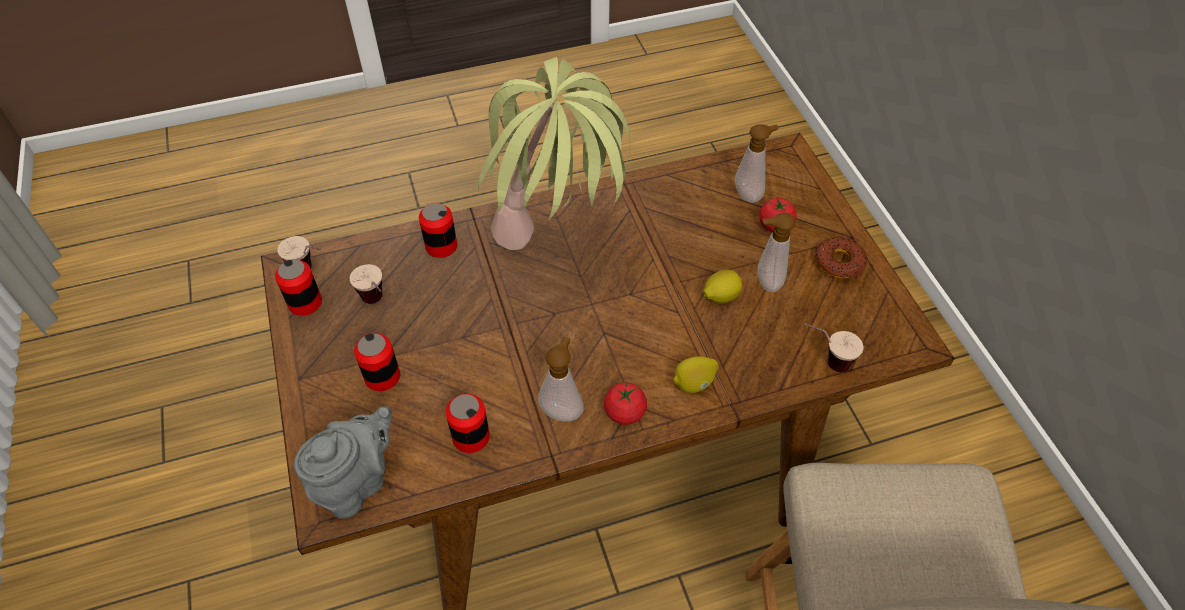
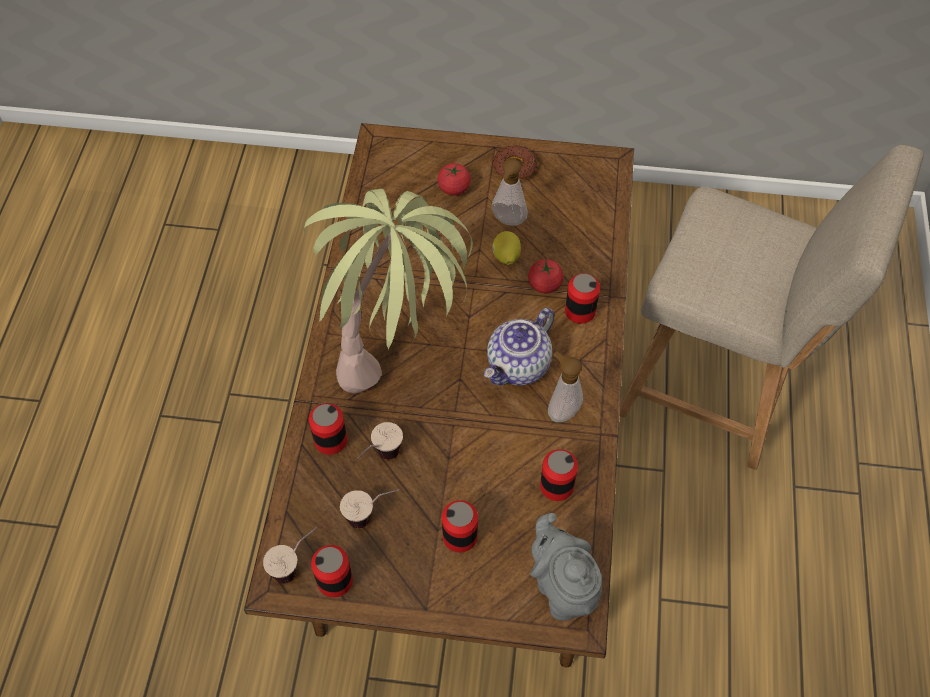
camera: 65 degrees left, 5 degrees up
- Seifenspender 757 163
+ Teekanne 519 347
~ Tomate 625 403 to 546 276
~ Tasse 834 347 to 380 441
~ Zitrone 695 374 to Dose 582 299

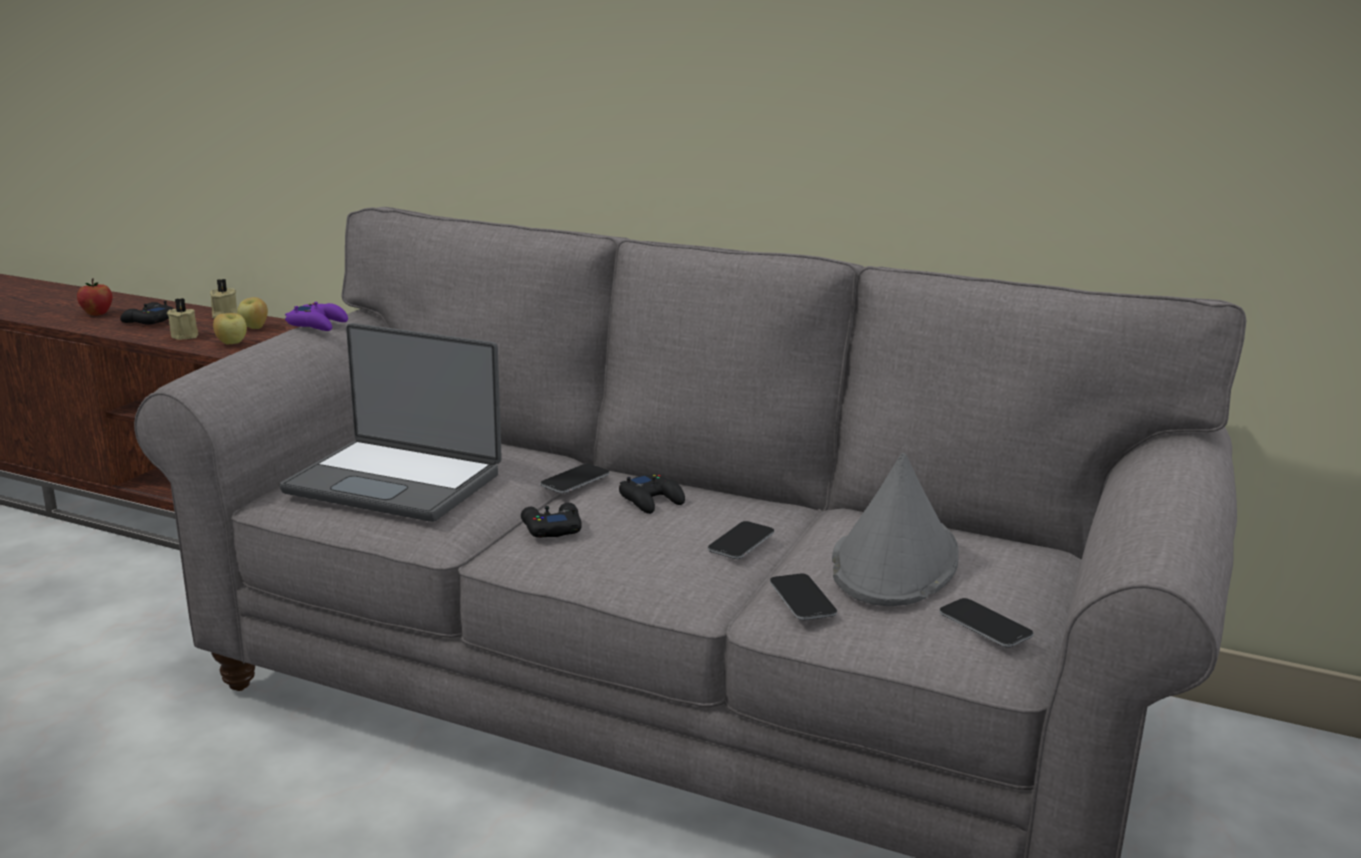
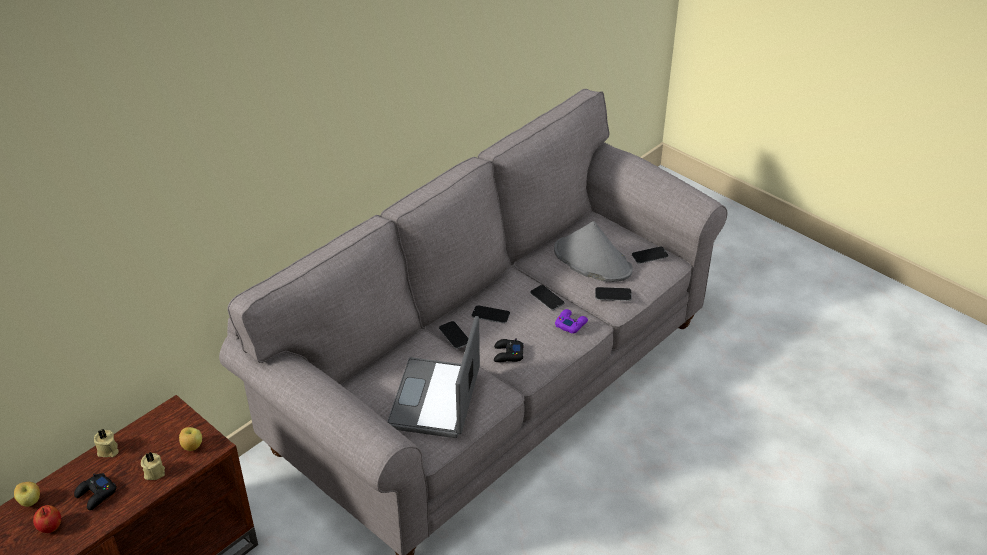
camera: 70 degrees left, 20 degrees up
~ Apfel 252 313 to 27 494
~ Gamepad/lila 316 316 to 571 321
~ Gamepad/schwarz 652 494 to Handy 491 314
~ Laptop 391 422 = 433 377 150 degrees clockwise

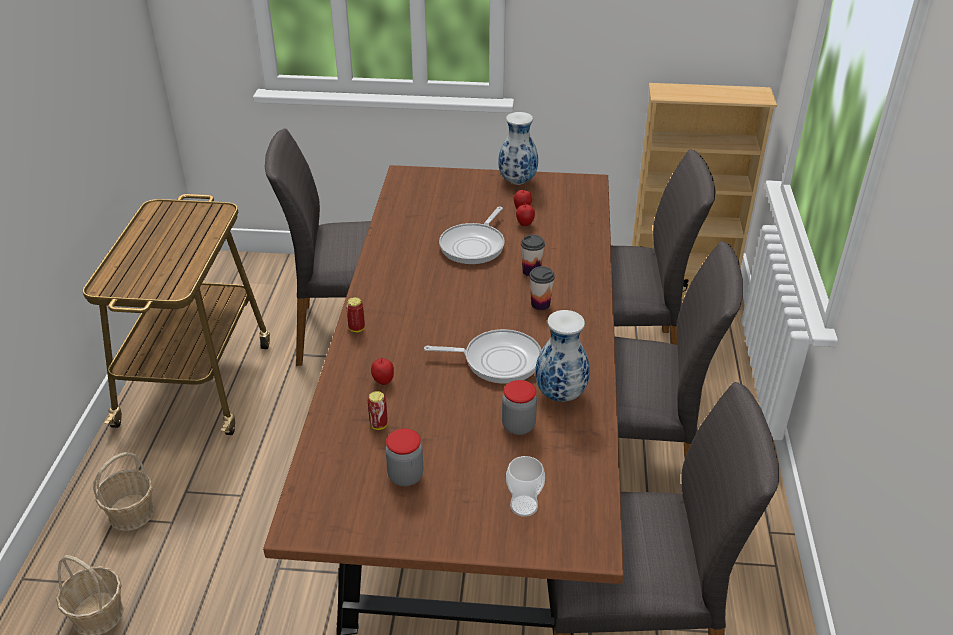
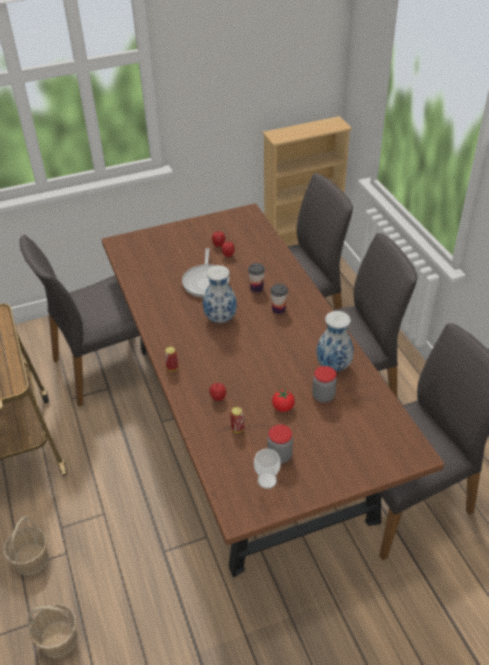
camera: 25 degrees left, 5 degrees up
- Pfanne 482 356
+ Tomate 283 400
~ Vase 518 148 to 220 294
~ Tasse 525 486 to 267 469

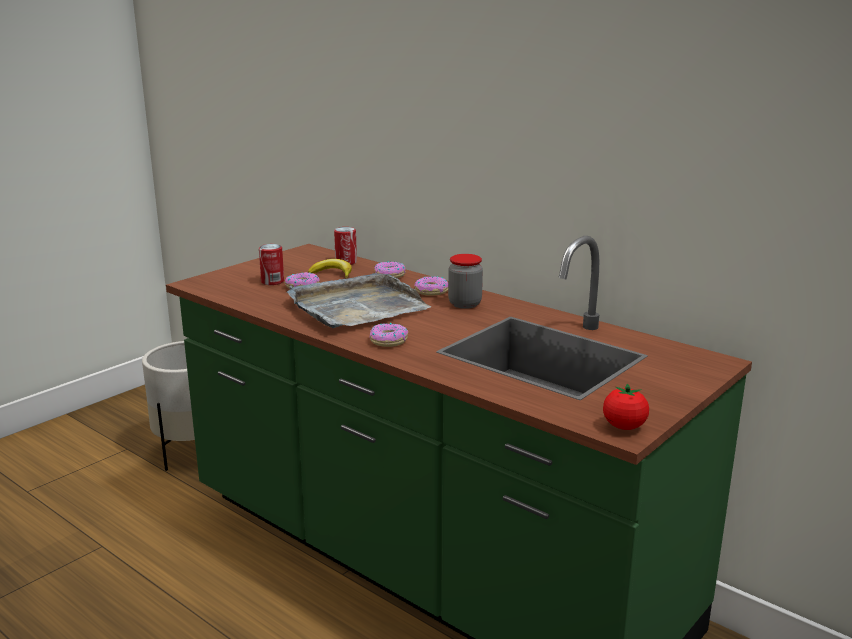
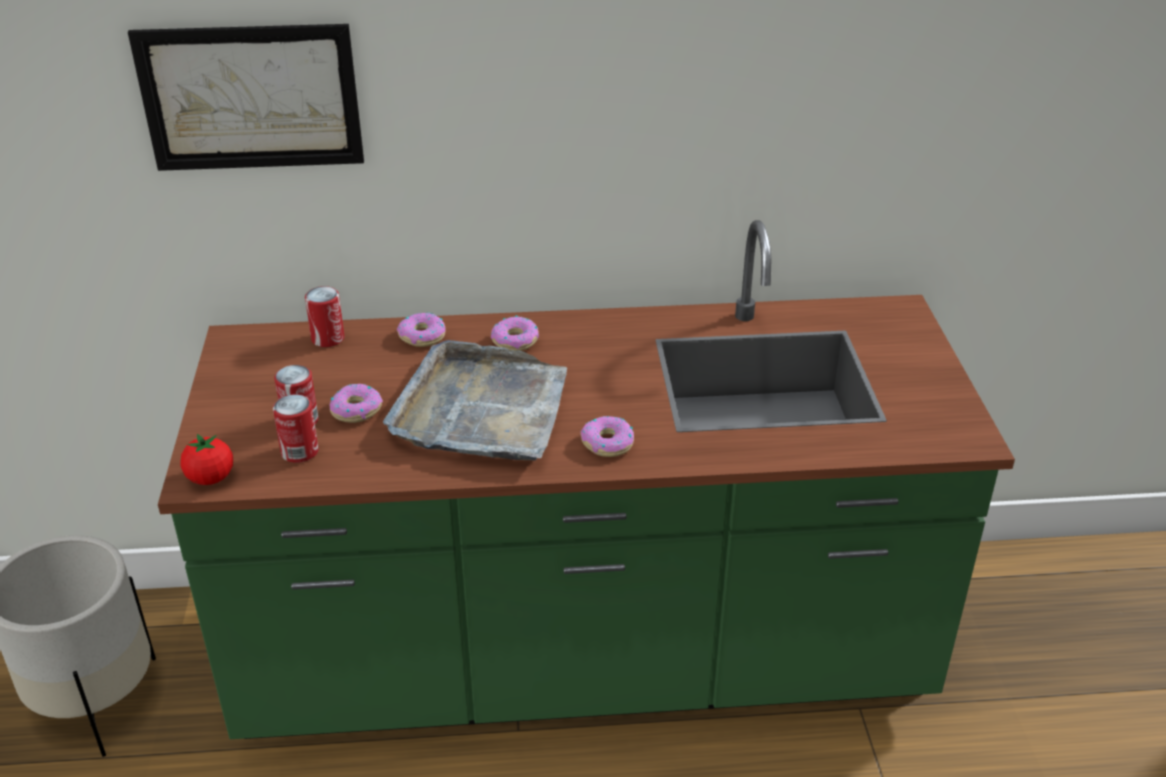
camera: 45 degrees left, 15 degrees up
- Banane 330 269
- Vorratsglas 465 281
+ Bild 246 97
+ Dose 296 428
~ Tomate 626 406 to 206 459

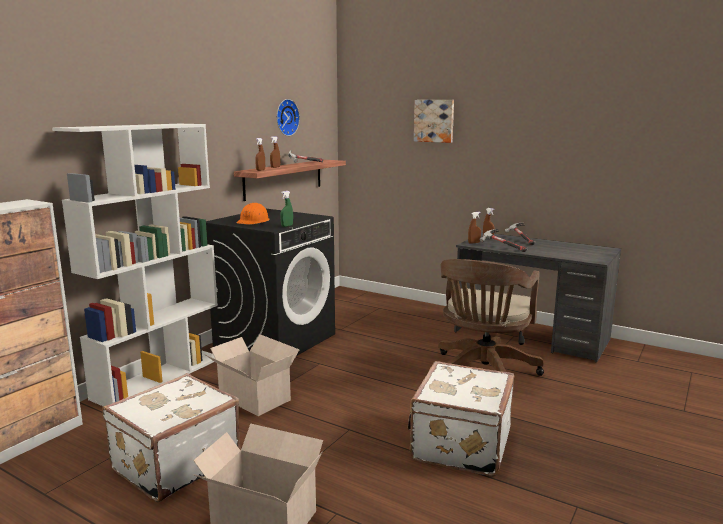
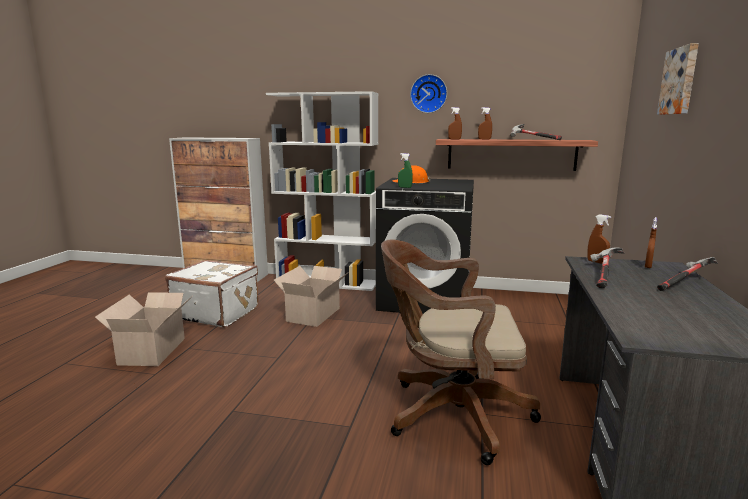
camera: 70 degrees right, 0 degrees up
- Koffer/weiß 461 418
~ Wanduhr 288 117 to 428 93

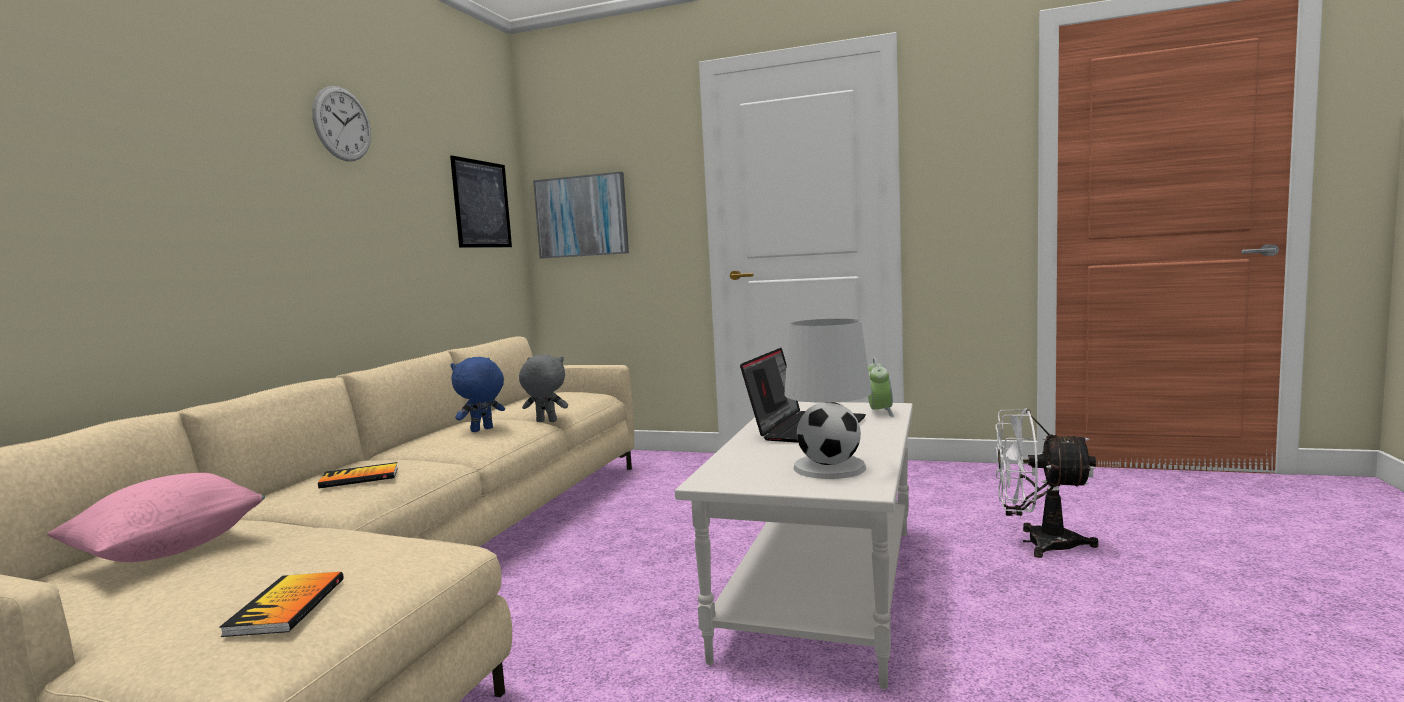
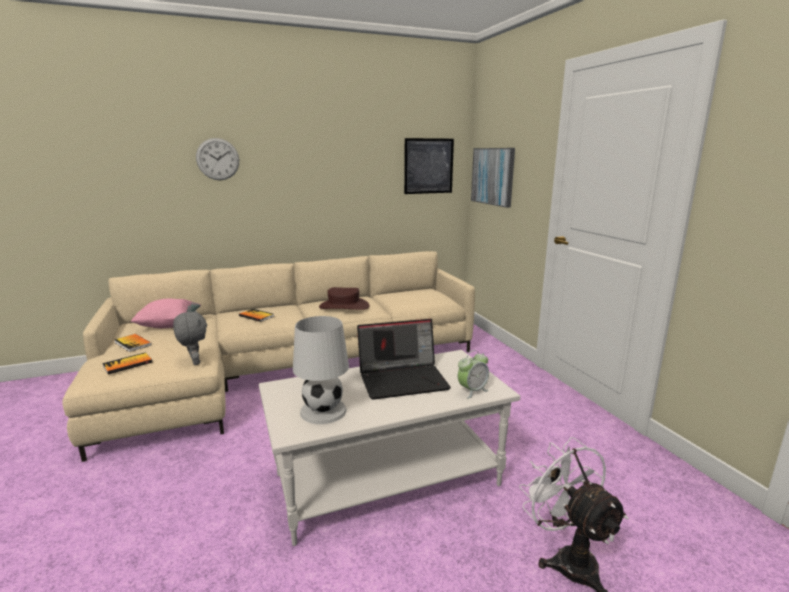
camera: 50 degrees right, 10 degrees up
+ Buch 133 343
~ Wanduhr 341 123 to 217 159
~ Plüschtier/grau 543 388 to 190 337
~ Plüschtier/blau 478 394 to Hut/braun 344 298

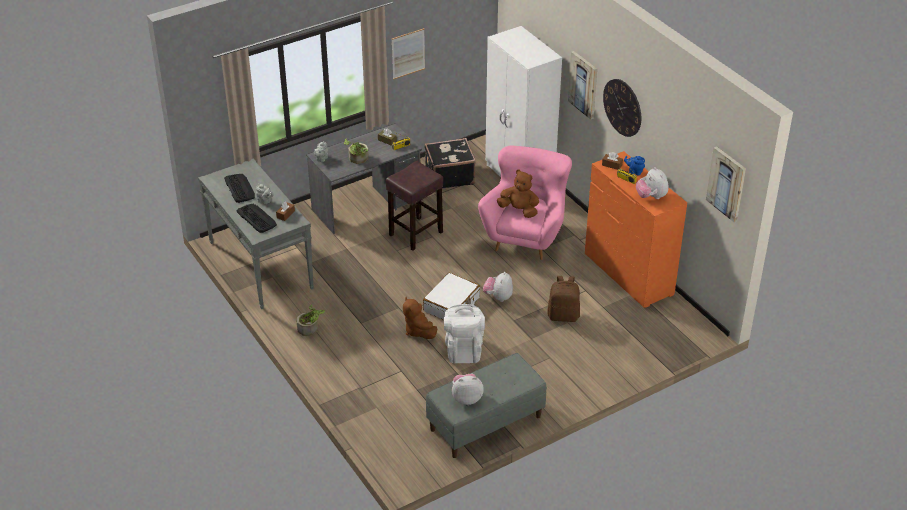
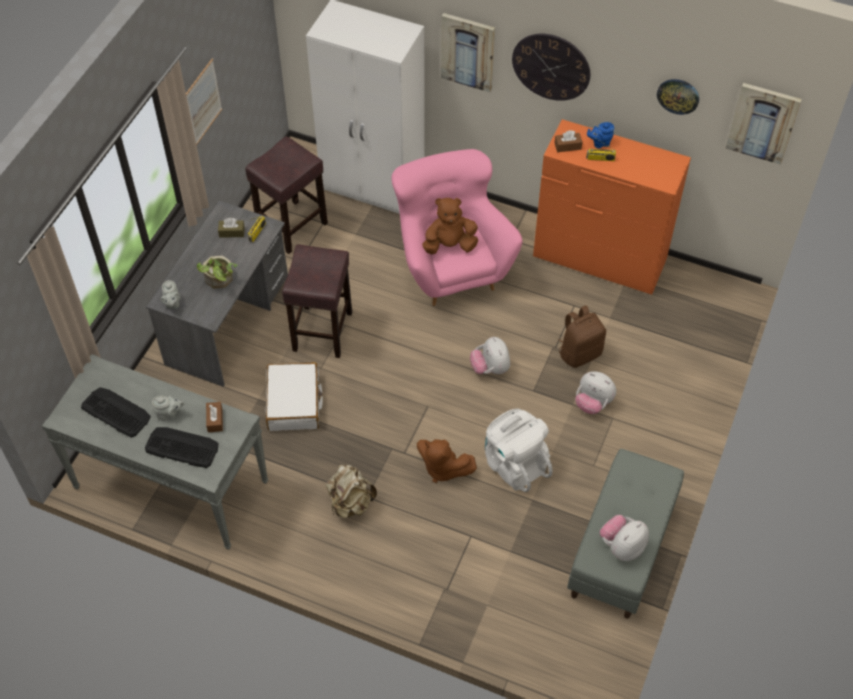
camera: 35 degrees left, 15 degrees up
- Topfpflanze 311 320
+ Rucksack/beige 351 491
+ Wanduhr 678 97
~ Koffer/weiß 451 296 to 294 396
~ Plüschtier 652 183 to 595 393
~ Koffer/schwarz 450 163 to Hocker/braun 286 195

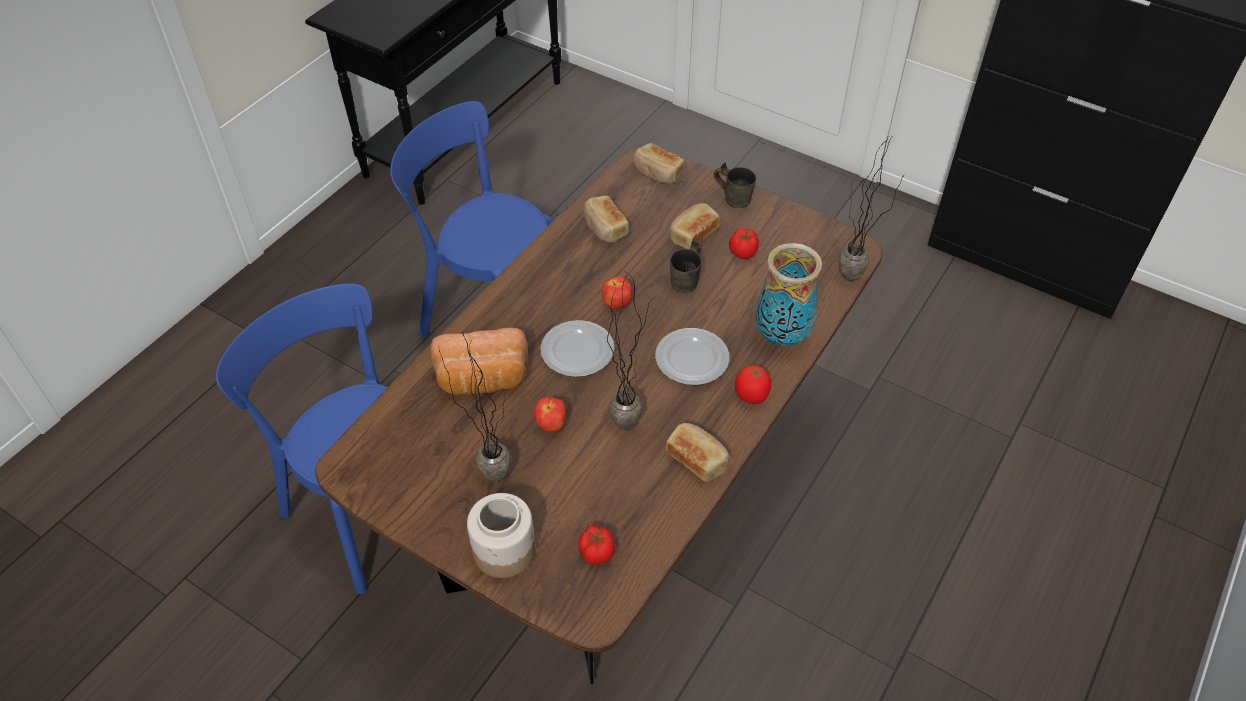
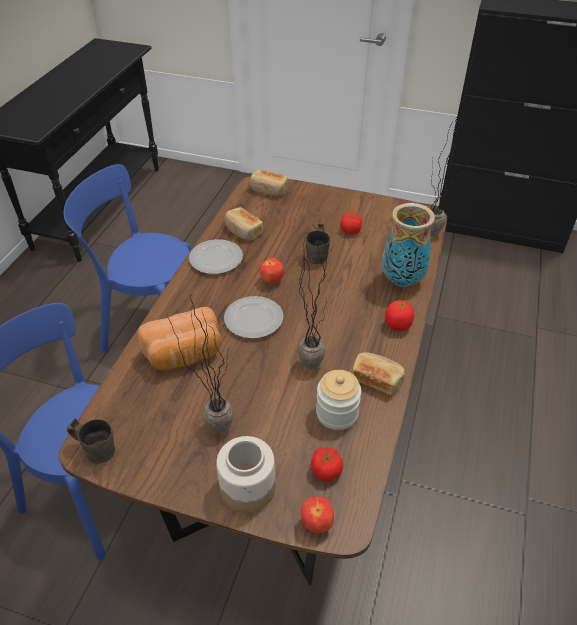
camera: 15 degrees left, 5 degrees down
- Brot 694 226
+ Vorratsglas 338 400
~ Apfel 550 414 to 317 515
~ Teller 692 356 to 216 256
~ Henkelbecher/grau 734 185 to 91 441

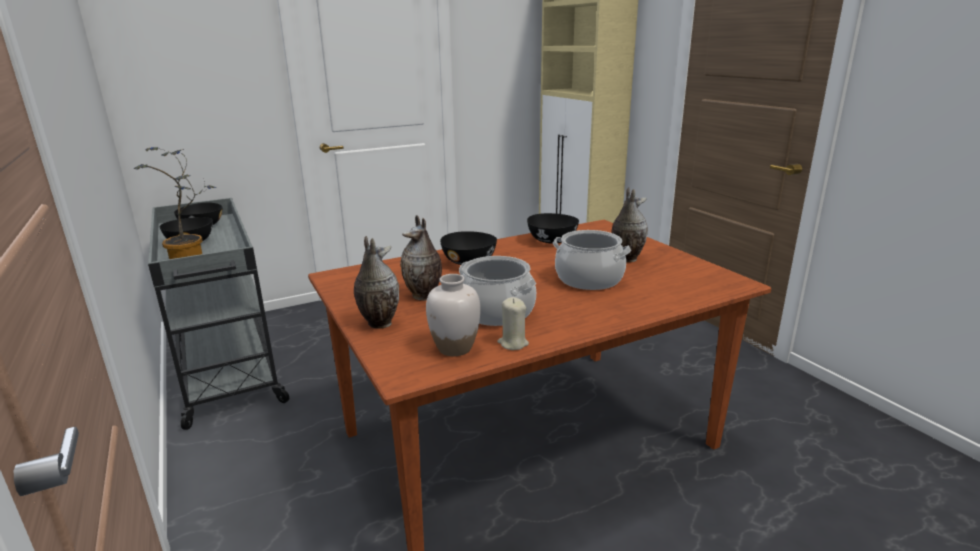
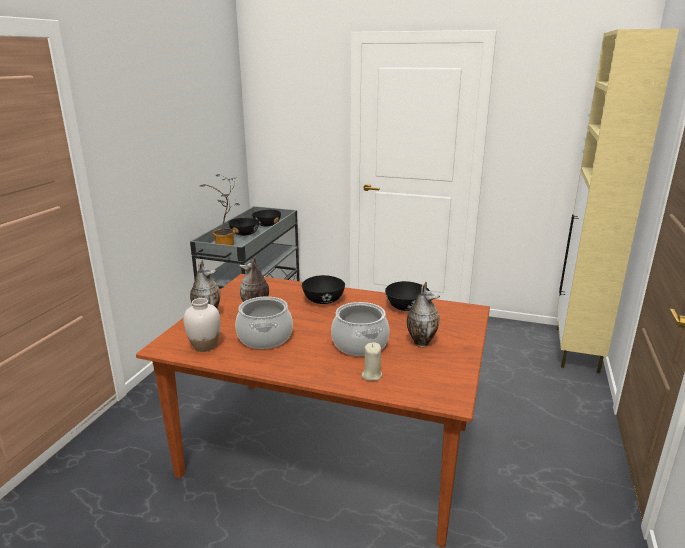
camera: 45 degrees right, 0 degrees up
~ Kerze/beige 513 323 to 372 361

